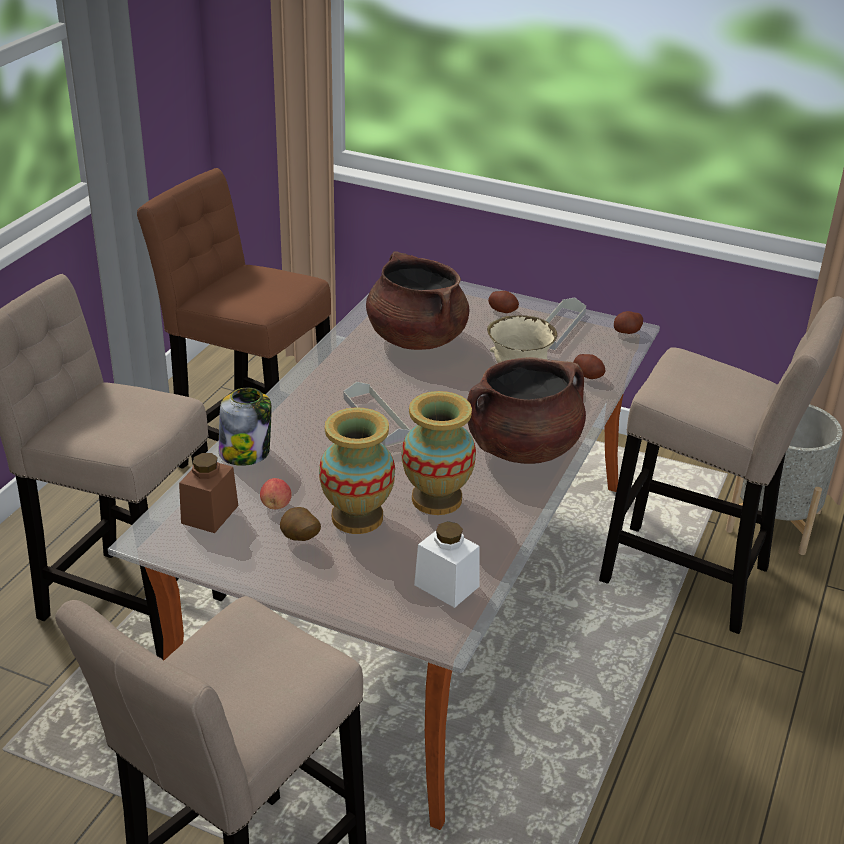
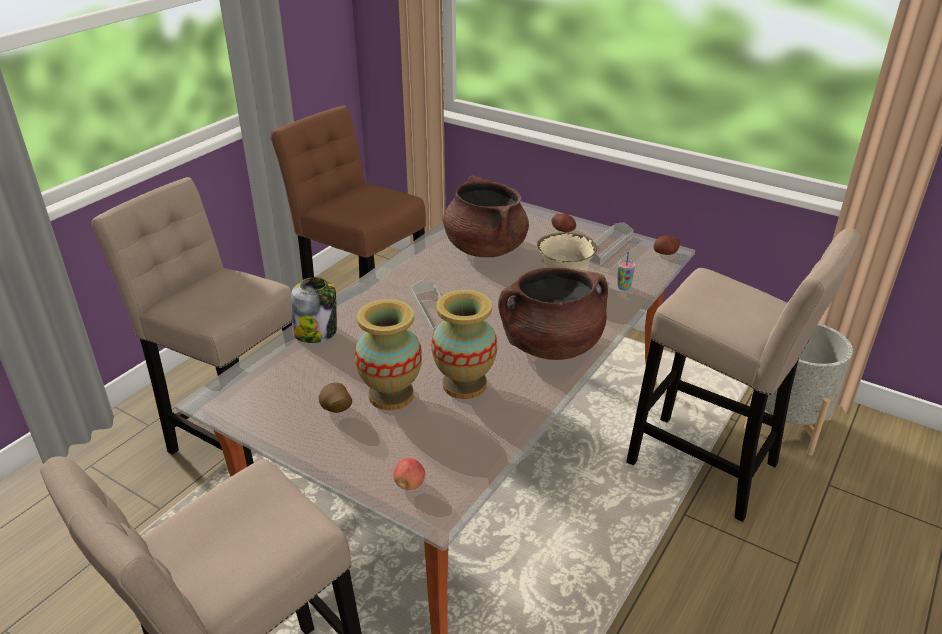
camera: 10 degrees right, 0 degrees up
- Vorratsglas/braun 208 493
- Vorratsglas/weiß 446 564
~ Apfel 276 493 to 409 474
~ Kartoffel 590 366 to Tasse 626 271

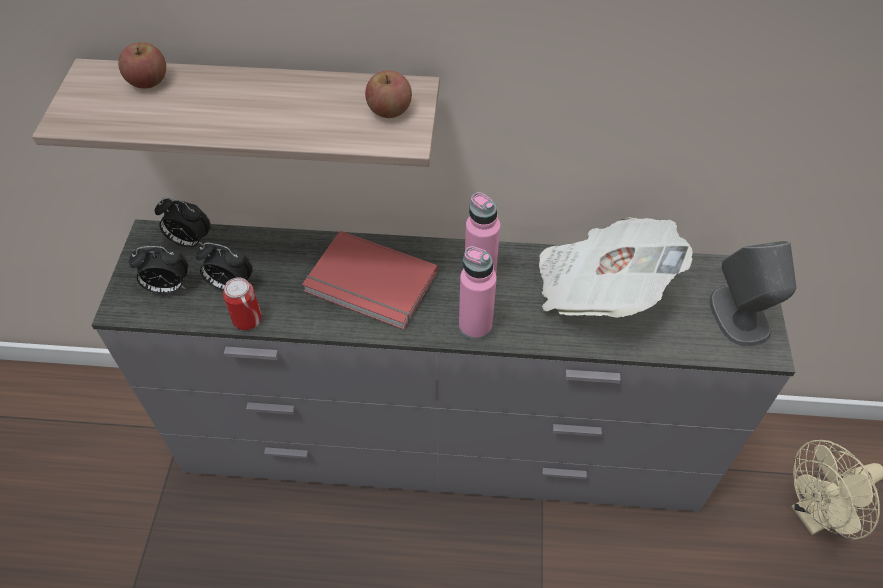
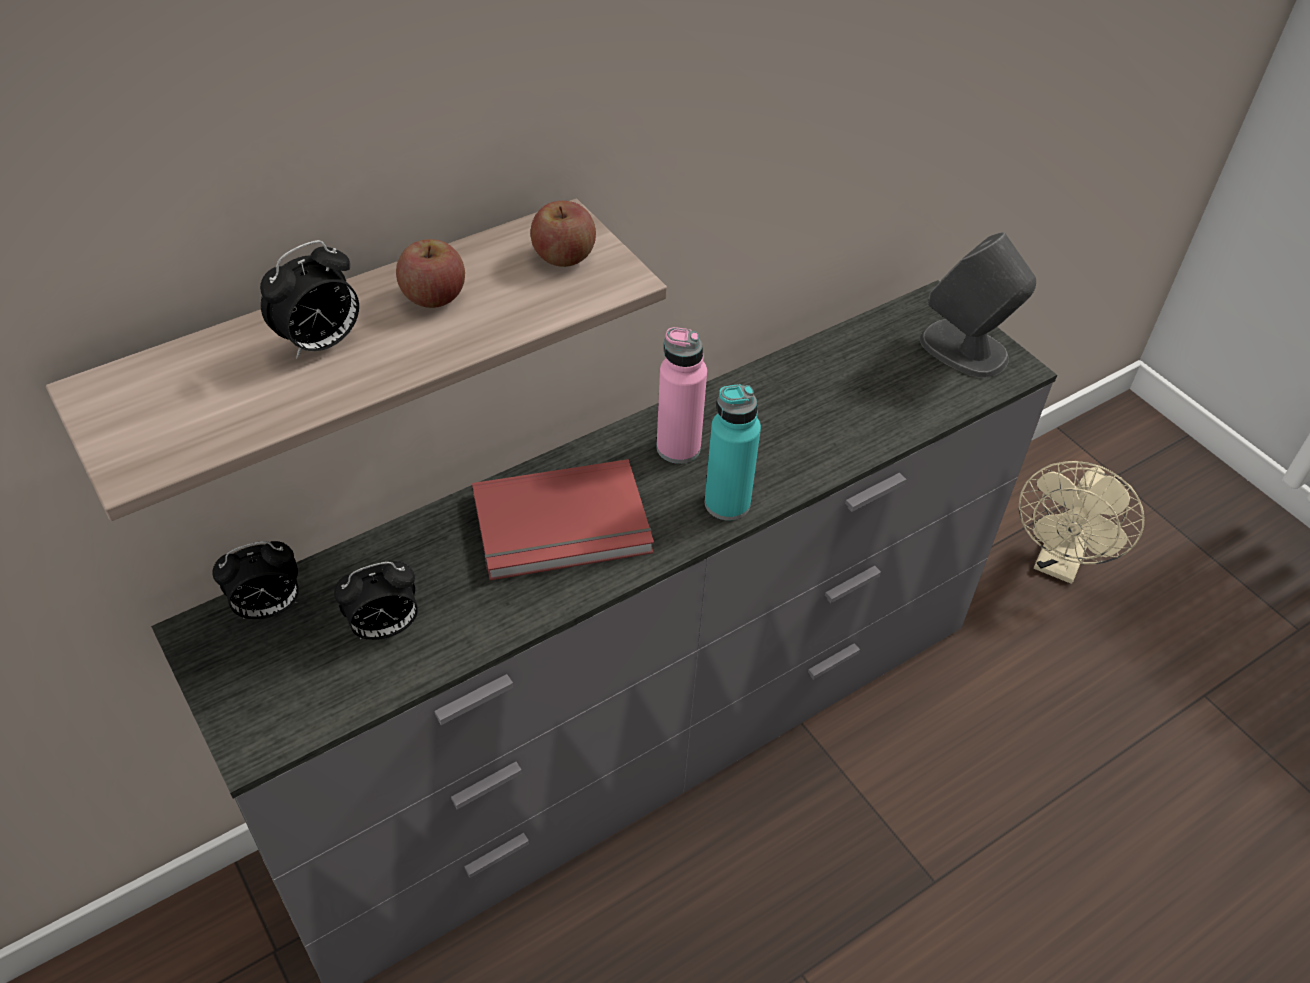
camera: 40 degrees left, 5 degrees down
- Dose 242 303
- Zeitung 616 267
~ Apfel 142 65 to 430 273
~ Wecker 158 270 to 309 299
~ Flasche/rosa 478 293 to Flasche/türkis 732 452

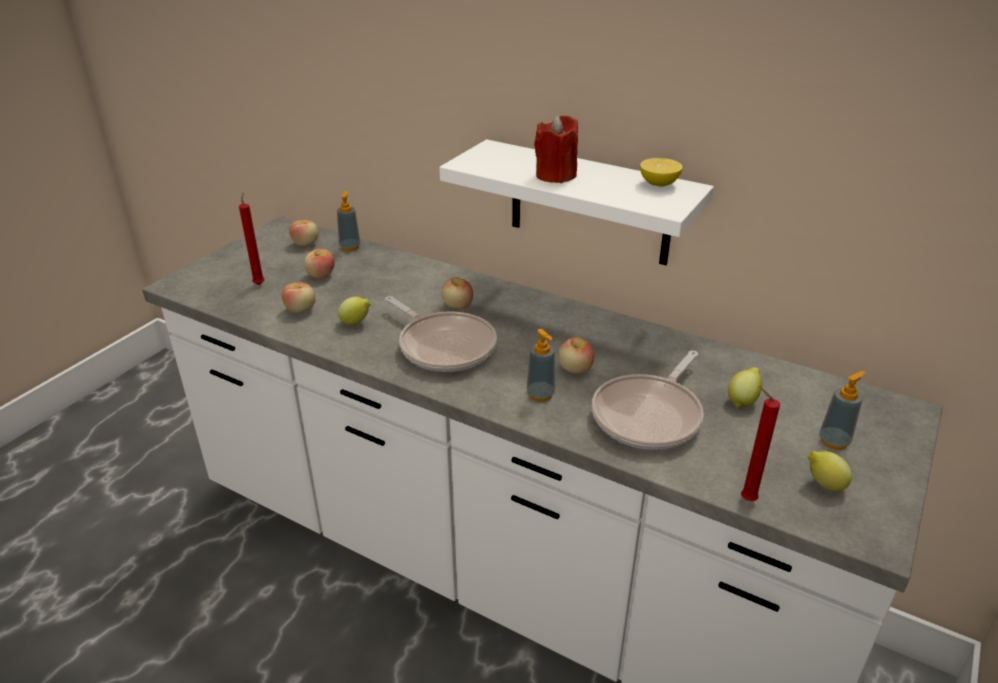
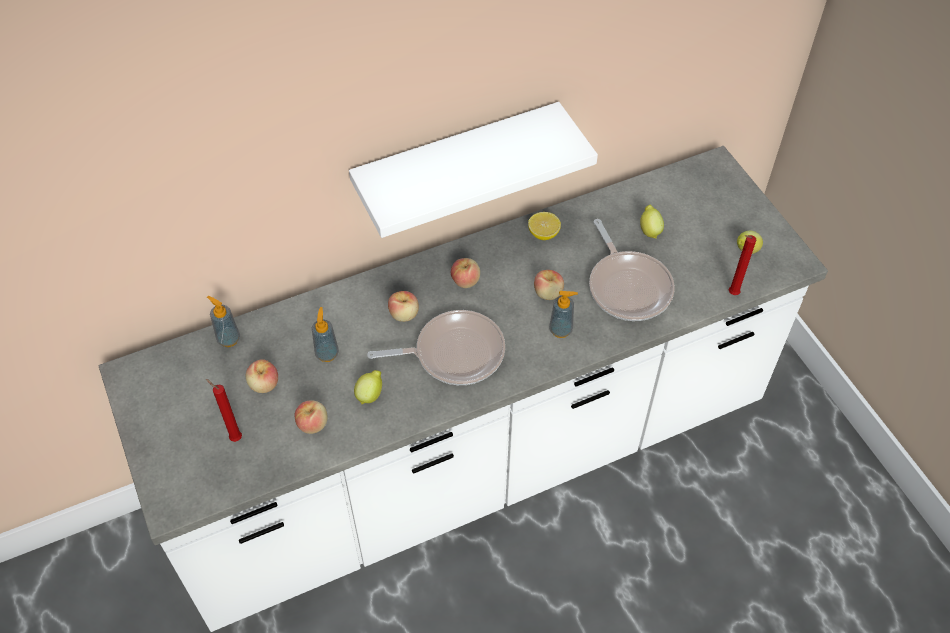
camera: 55 degrees left, 20 degrees up
- Kerze/rot 556 149
~ Apfel 304 232 to 465 273
~ Zitrone 661 172 to 544 226
~ Seifenspender 842 410 to 325 334

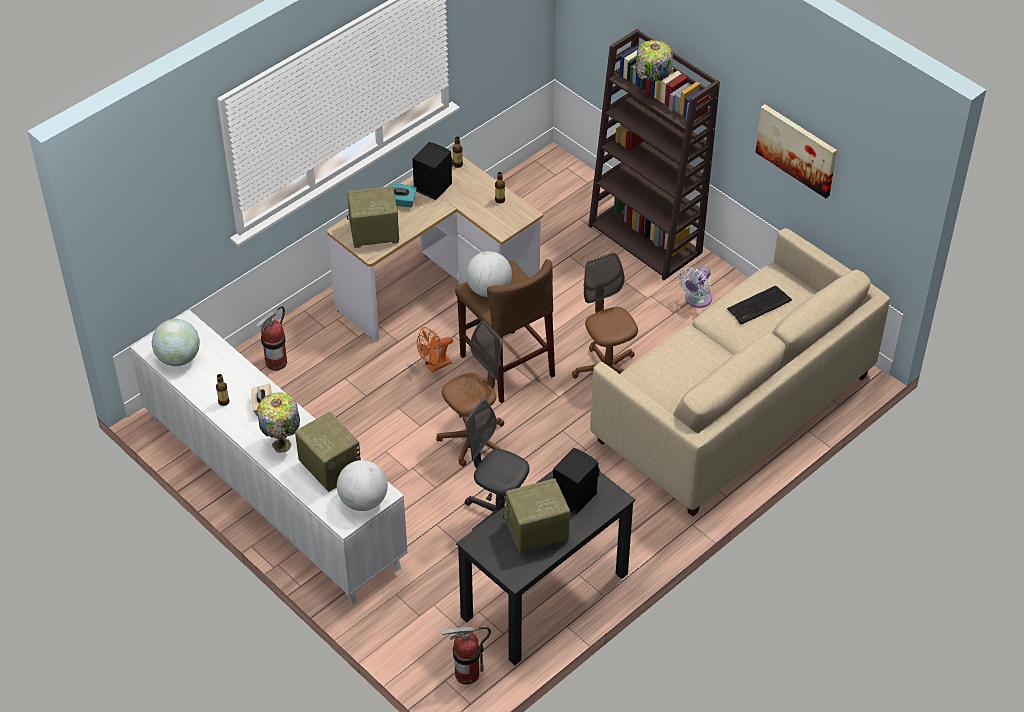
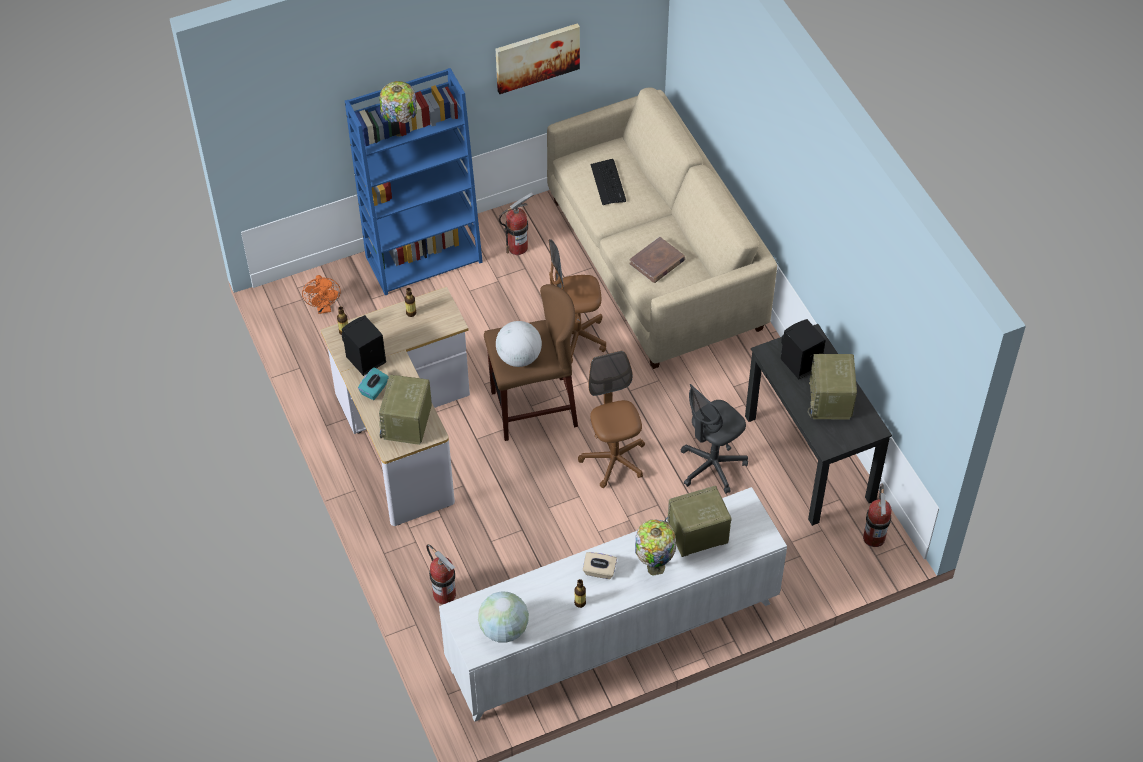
camera: 70 degrees left, 5 degrees up
- Globus 362 485
+ Buch/braun 657 260
~ Ventilator/orange 435 349 to 321 294
~ Ventilator/weiß 695 287 to Feuerlöscher 516 223
~ Bücherregal/braun 654 154 to Bücherregal/blau 414 181

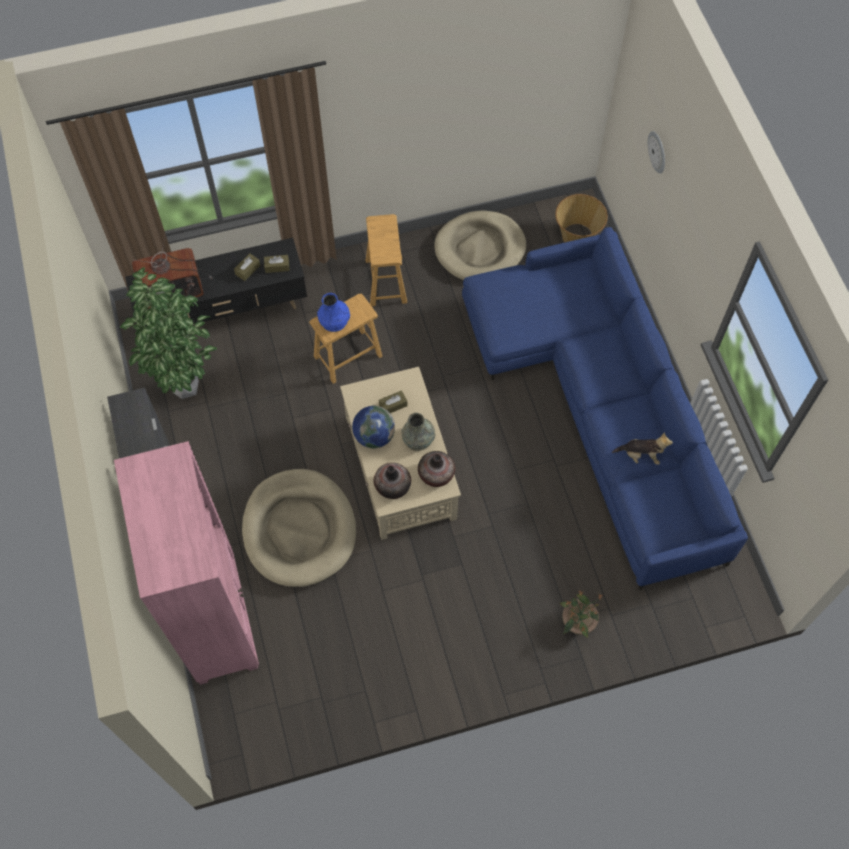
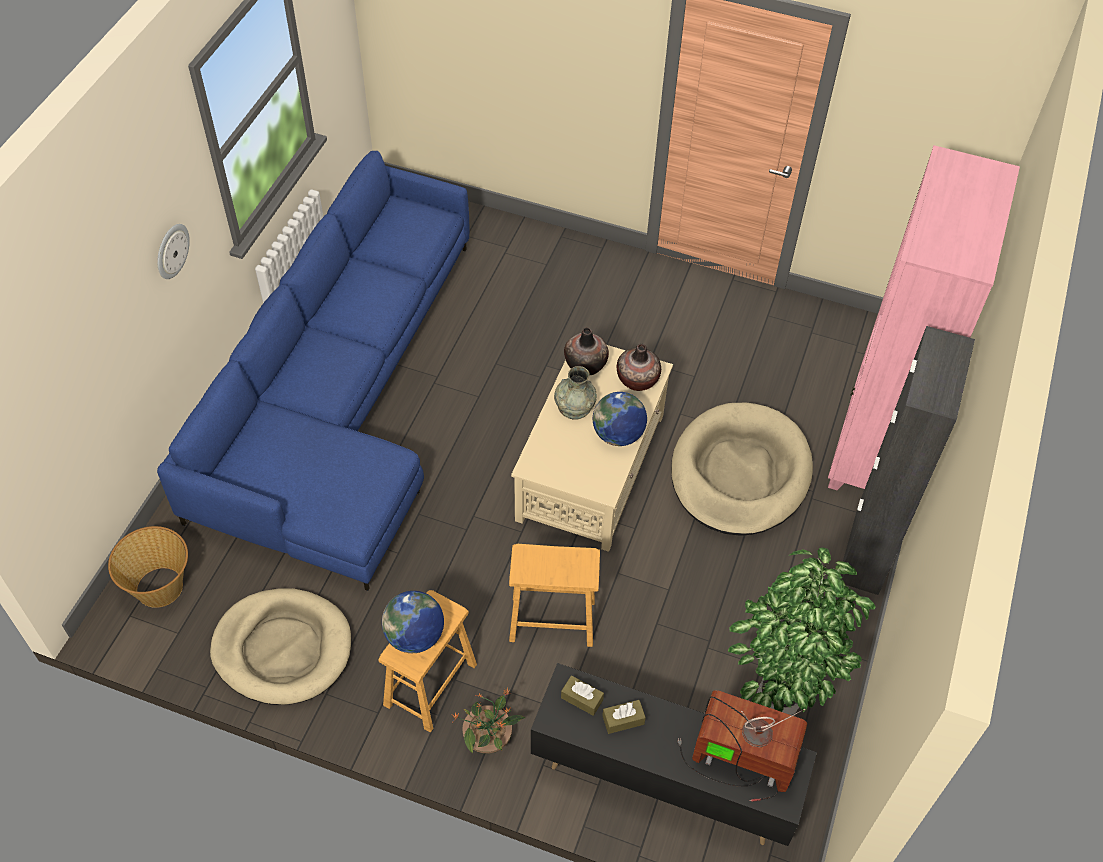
camera: 145 degrees left, 10 degrees down
- Vase/blau 333 312
- Taschentuchbox/braun 393 401
- Plüschtier 642 449
+ Globus 413 622
~ Topfpflanze 581 613 to 489 720
~ Wanduhr 656 152 to 173 251

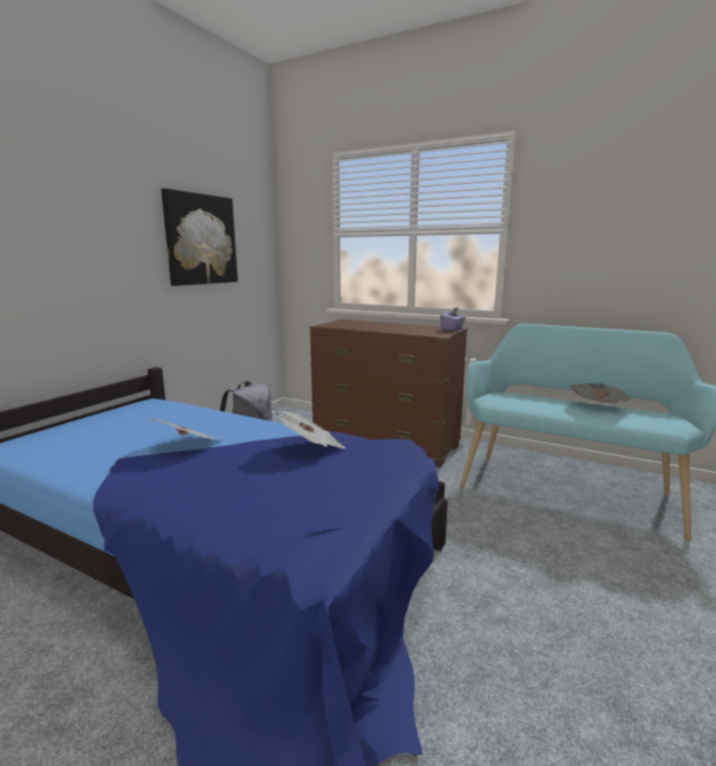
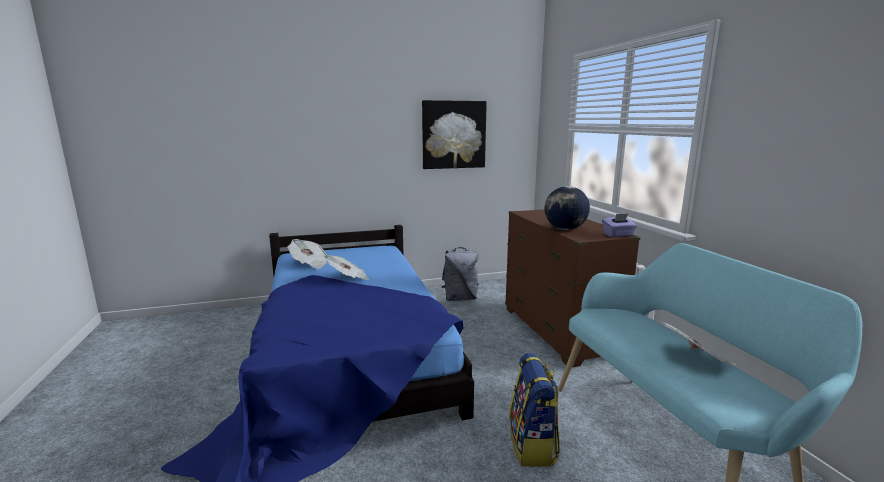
camera: 45 degrees right, 0 degrees up
+ Rucksack 534 410
+ Globus 567 208
~ Zeitung 309 430 to 307 254

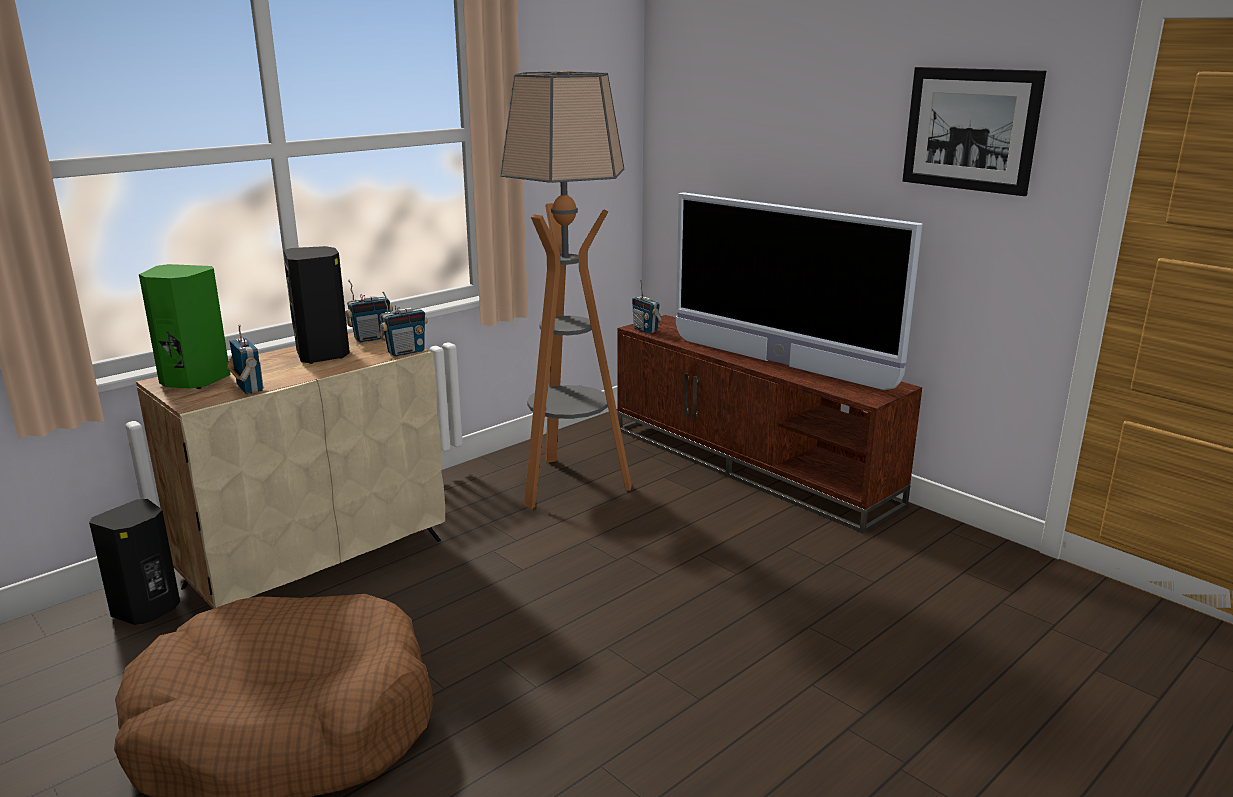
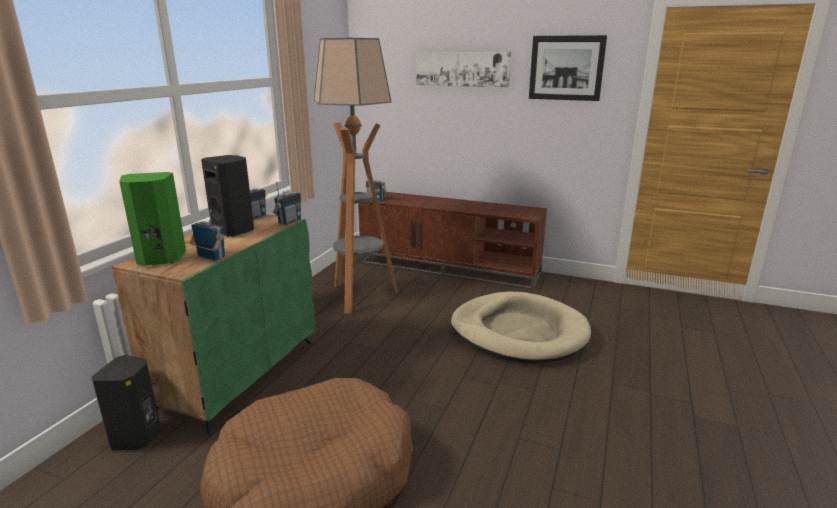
camera: 25 degrees left, 0 degrees up
- Fernseher 799 291
+ Bild 464 69
+ Hundebett/beige 521 327
~ Schrank/beige 290 471 to Schrank/grün 213 324

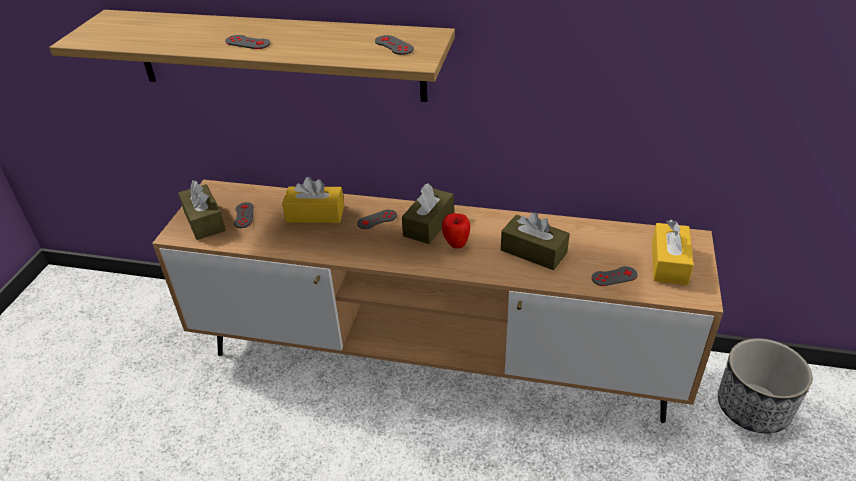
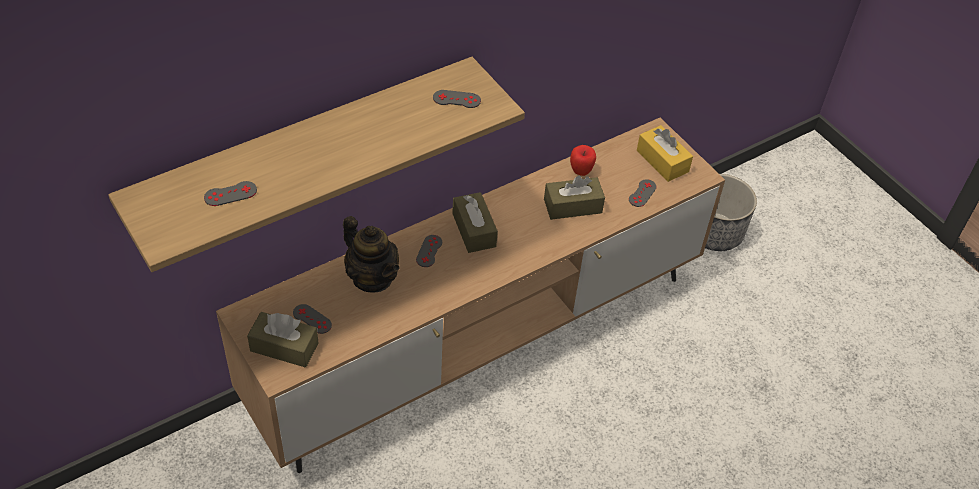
camera: 50 degrees left, 10 degrees up
~ Gamepad/grau 248 42 to 230 193
~ Apfel 456 230 to 583 160
~ Taschentuchbox/gelb 313 200 to Teekanne 371 254

